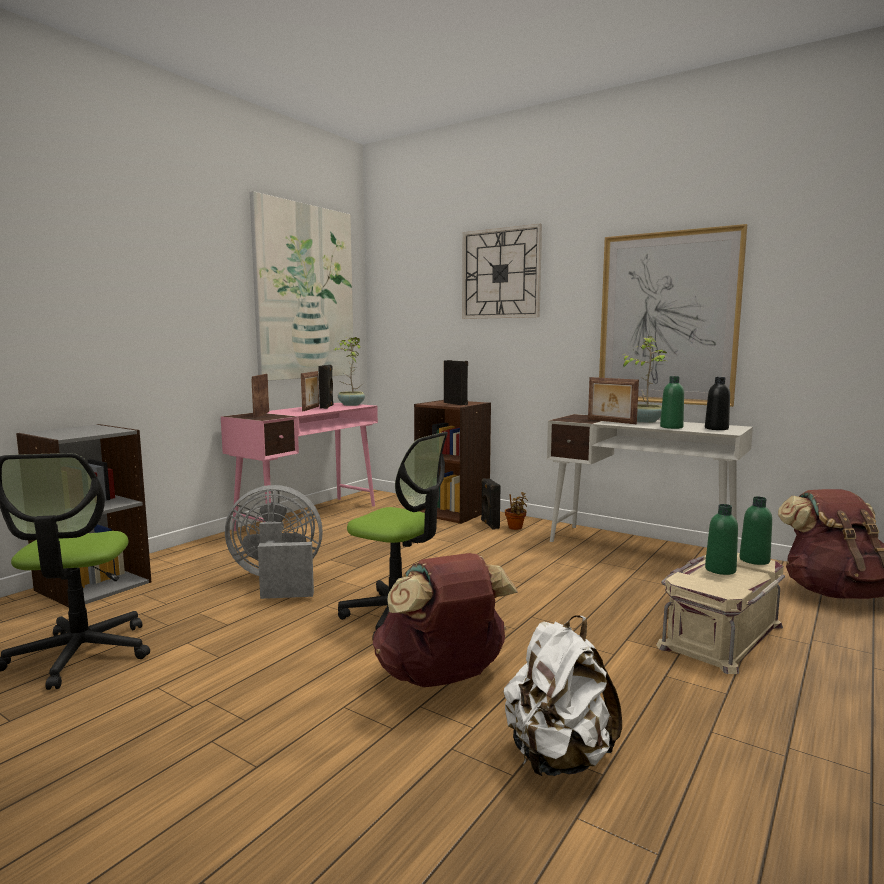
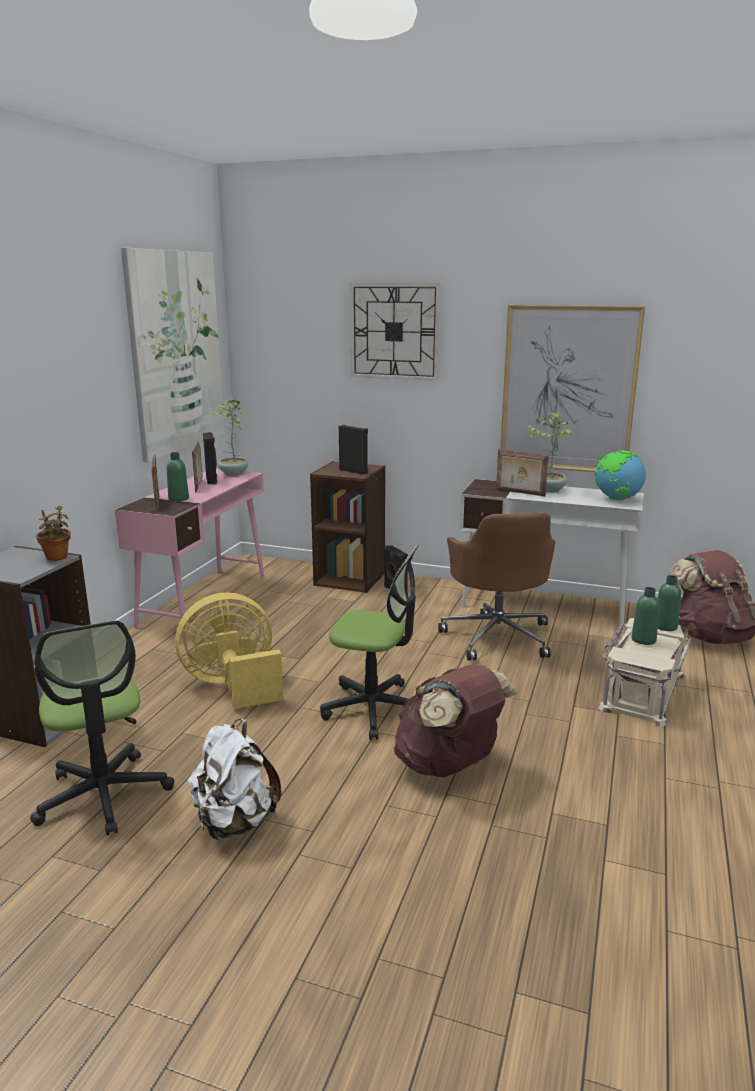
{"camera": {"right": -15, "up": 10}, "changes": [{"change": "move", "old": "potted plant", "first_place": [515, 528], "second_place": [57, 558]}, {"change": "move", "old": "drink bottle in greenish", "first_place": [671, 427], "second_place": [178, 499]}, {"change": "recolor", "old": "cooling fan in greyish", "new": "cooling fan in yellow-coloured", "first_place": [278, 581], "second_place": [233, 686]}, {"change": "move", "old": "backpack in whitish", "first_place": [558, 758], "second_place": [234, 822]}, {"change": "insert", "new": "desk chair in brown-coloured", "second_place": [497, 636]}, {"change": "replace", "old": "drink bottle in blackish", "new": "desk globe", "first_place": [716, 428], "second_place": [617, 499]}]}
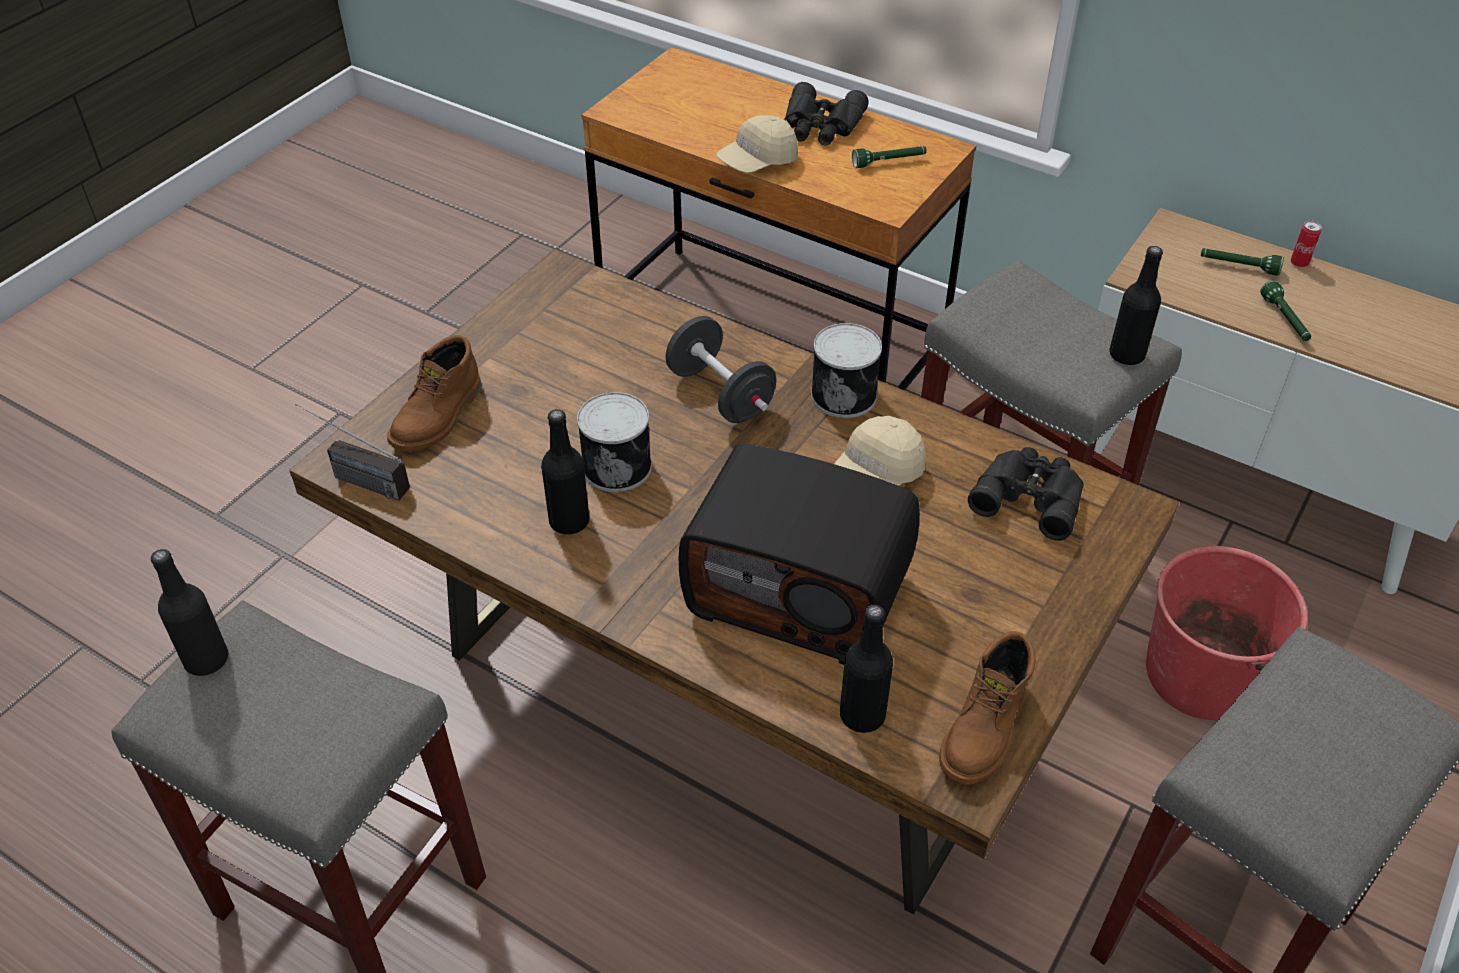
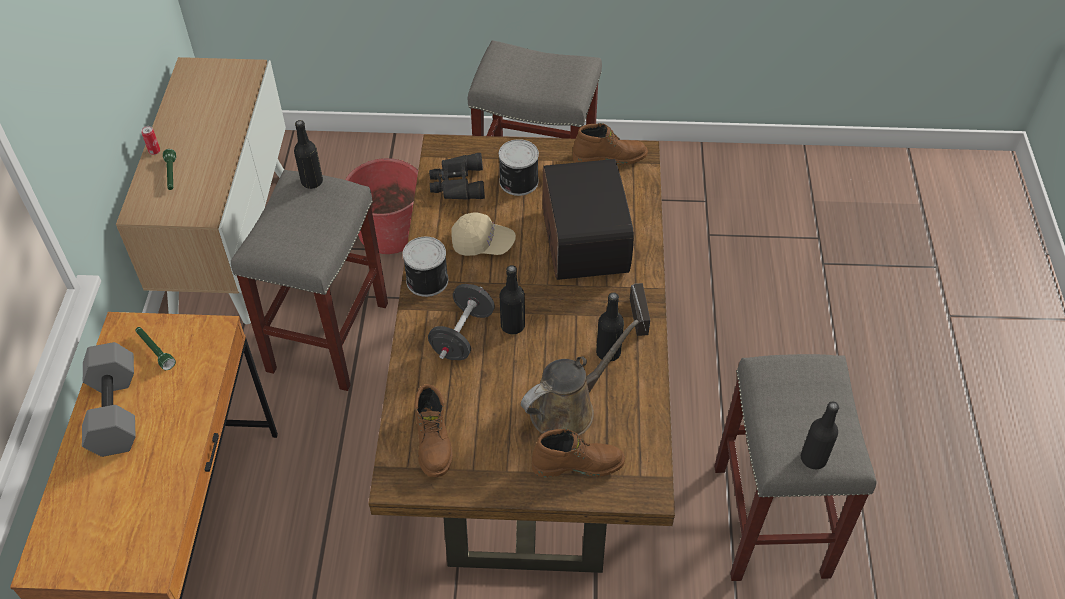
{"camera": {"right": -120, "up": 5}, "changes": [{"change": "replace", "old": "binoculars in blackish", "new": "hand weight in greyish", "first_place": [821, 125], "second_place": [117, 412]}, {"change": "insert", "new": "boot in brown-coloured", "second_place": [434, 441]}, {"change": "move", "old": "can", "first_place": [617, 465], "second_place": [517, 181]}, {"change": "move", "old": "drink bottle in blackish", "first_place": [862, 715], "second_place": [512, 326]}, {"change": "insert", "new": "watering pot in brown-coloured", "second_place": [568, 408]}, {"change": "move", "old": "radio", "first_place": [353, 478], "second_place": [642, 327]}, {"change": "delete", "old": "baseball cap in beige-coloured", "first_place": [757, 162]}, {"change": "delete", "old": "hand torch in greenish", "first_place": [1285, 320]}]}
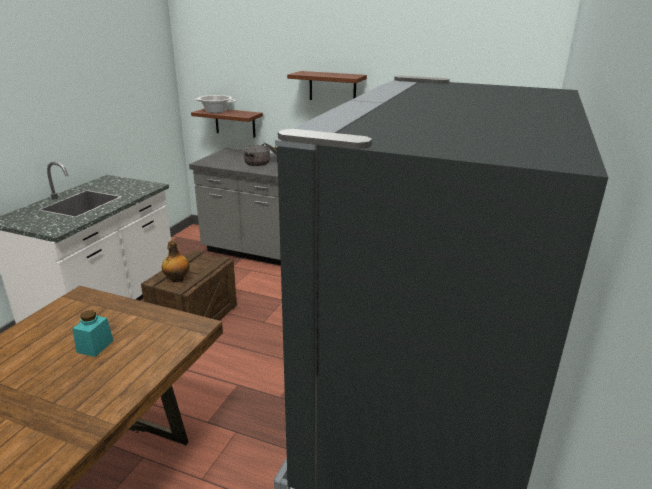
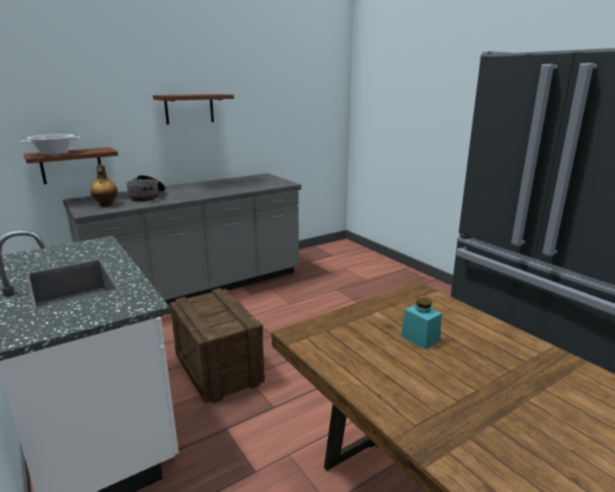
{"camera": {"right": -55, "up": -5}, "changes": [{"change": "move", "old": "drink bottle", "first_place": [177, 279], "second_place": [106, 204]}]}
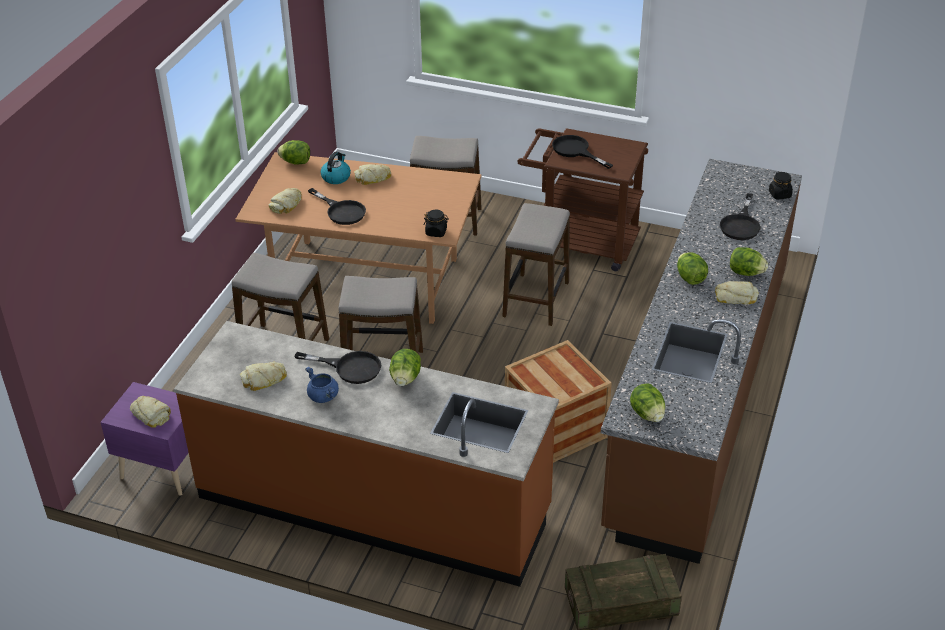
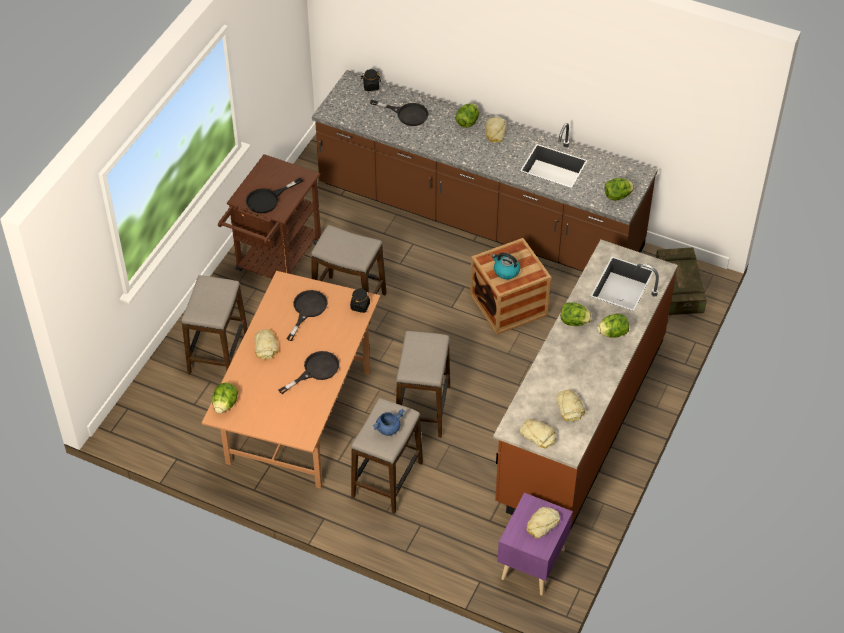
{"camera": {"right": -85, "up": 10}, "changes": [{"change": "move", "old": "pan in blackish", "first_place": [350, 368], "second_place": [307, 310]}, {"change": "move", "old": "saucepot in bluish", "first_place": [323, 396], "second_place": [388, 428]}, {"change": "move", "old": "water kettle", "first_place": [336, 177], "second_place": [506, 271]}, {"change": "move", "old": "bread", "first_place": [286, 204], "second_place": [538, 435]}, {"change": "move", "old": "lettuce head", "first_place": [690, 278], "second_place": [613, 333]}]}
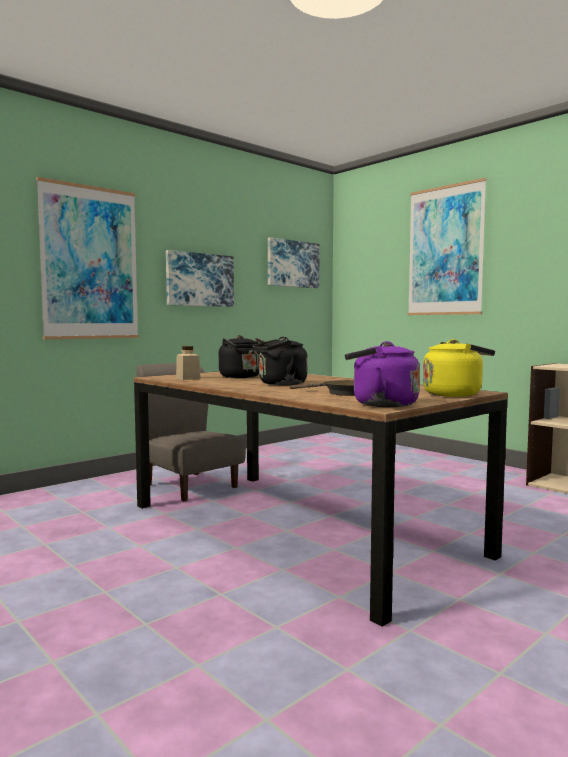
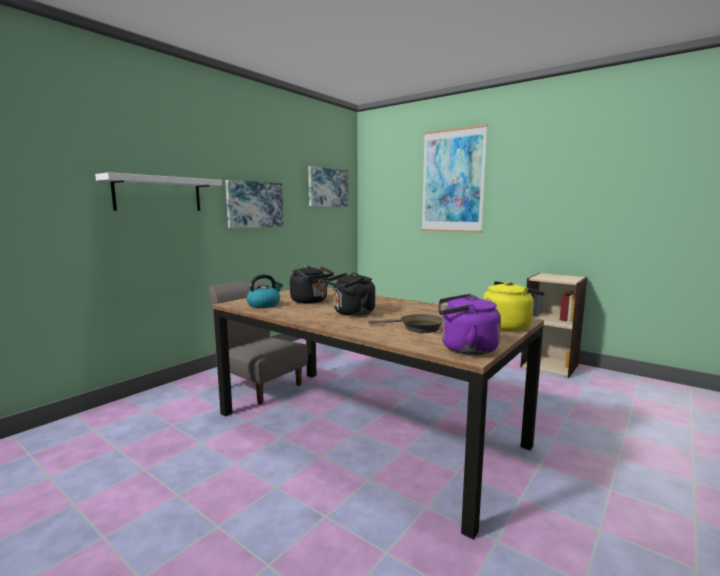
{"camera": {"right": -10, "up": 5}, "changes": [{"change": "replace", "old": "wall picture", "new": "wall shelf in whitish", "first_place": [90, 263], "second_place": [158, 194]}, {"change": "replace", "old": "jar in beige-coloured", "new": "water kettle", "first_place": [188, 378], "second_place": [264, 305]}]}
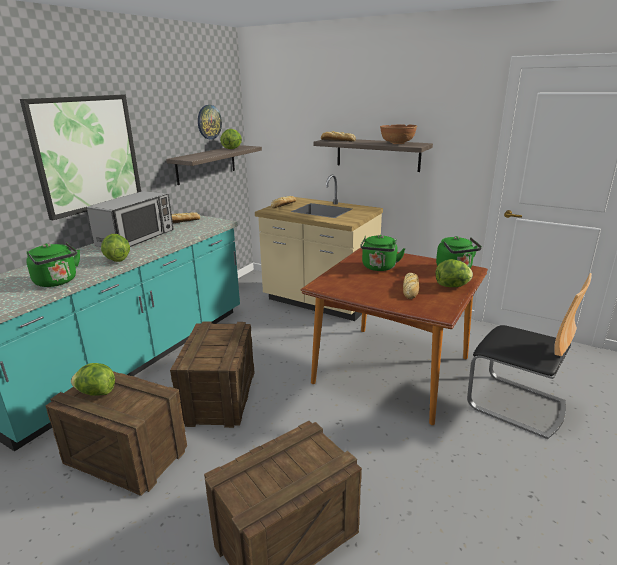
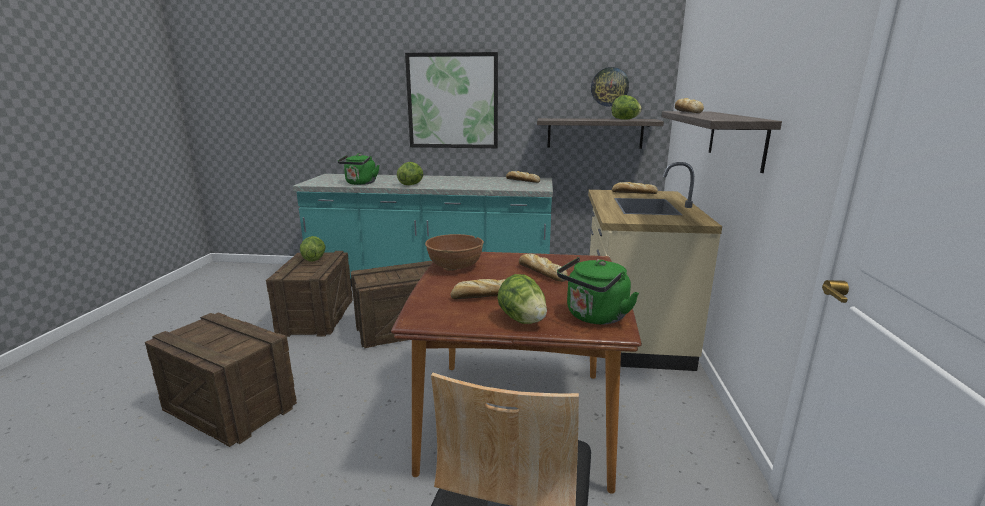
{"camera": {"right": 65, "up": -5}, "changes": [{"change": "move", "old": "bowl in brown-coloured", "first_place": [397, 143], "second_place": [455, 266]}, {"change": "replace", "old": "water kettle in greenish", "new": "bread", "first_place": [379, 268], "second_place": [541, 272]}, {"change": "delete", "old": "microwave oven", "first_place": [136, 238]}]}
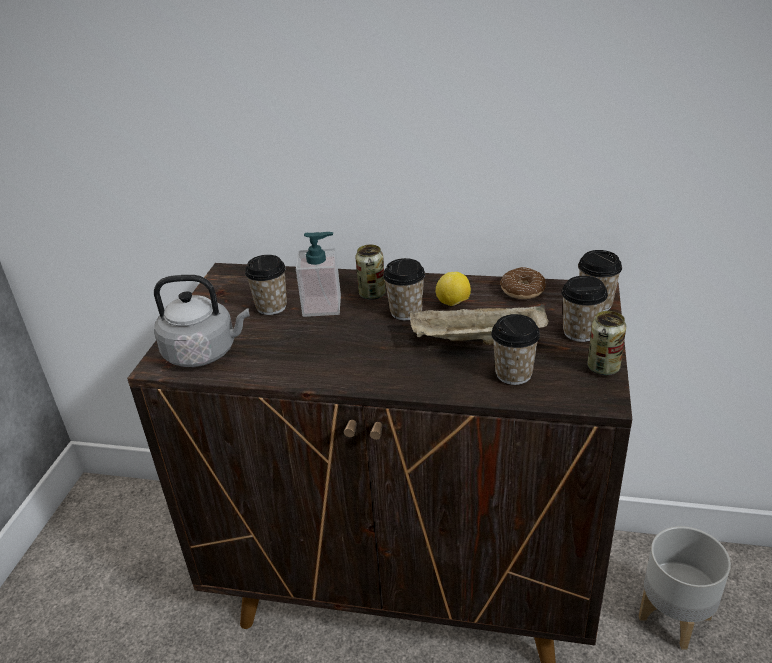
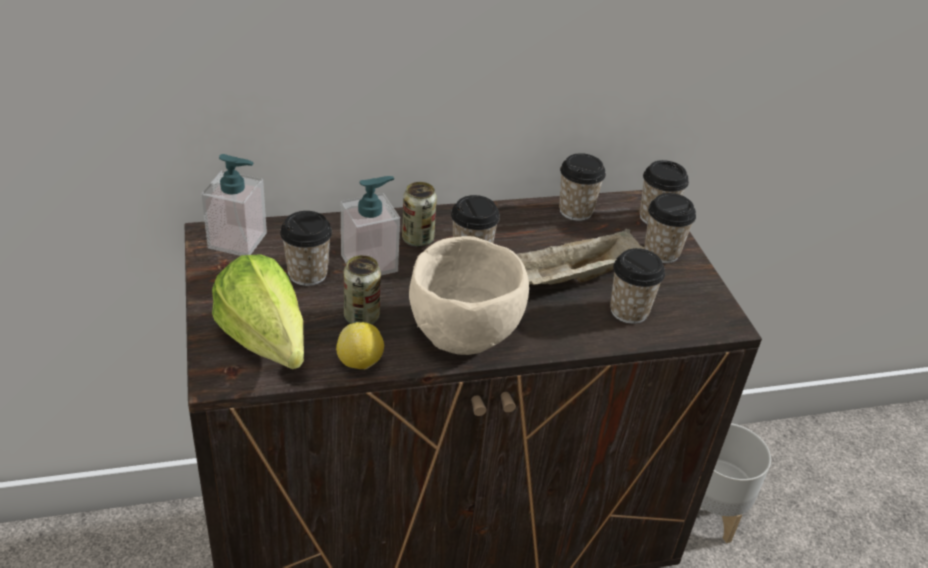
{"camera": {"right": -30, "up": 5}, "changes": [{"change": "insert", "new": "soap bottle", "second_place": [238, 240]}, {"change": "replace", "old": "water kettle in greyish", "new": "lettuce head", "first_place": [204, 353], "second_place": [267, 349]}, {"change": "move", "old": "lemon", "first_place": [453, 304], "second_place": [360, 363]}, {"change": "move", "old": "can", "first_place": [603, 367], "second_place": [361, 317]}, {"change": "insert", "new": "bowl in beige-coloured", "second_place": [465, 331]}, {"change": "replace", "old": "doughnut", "new": "drinking cup", "first_place": [522, 290], "second_place": [575, 211]}]}
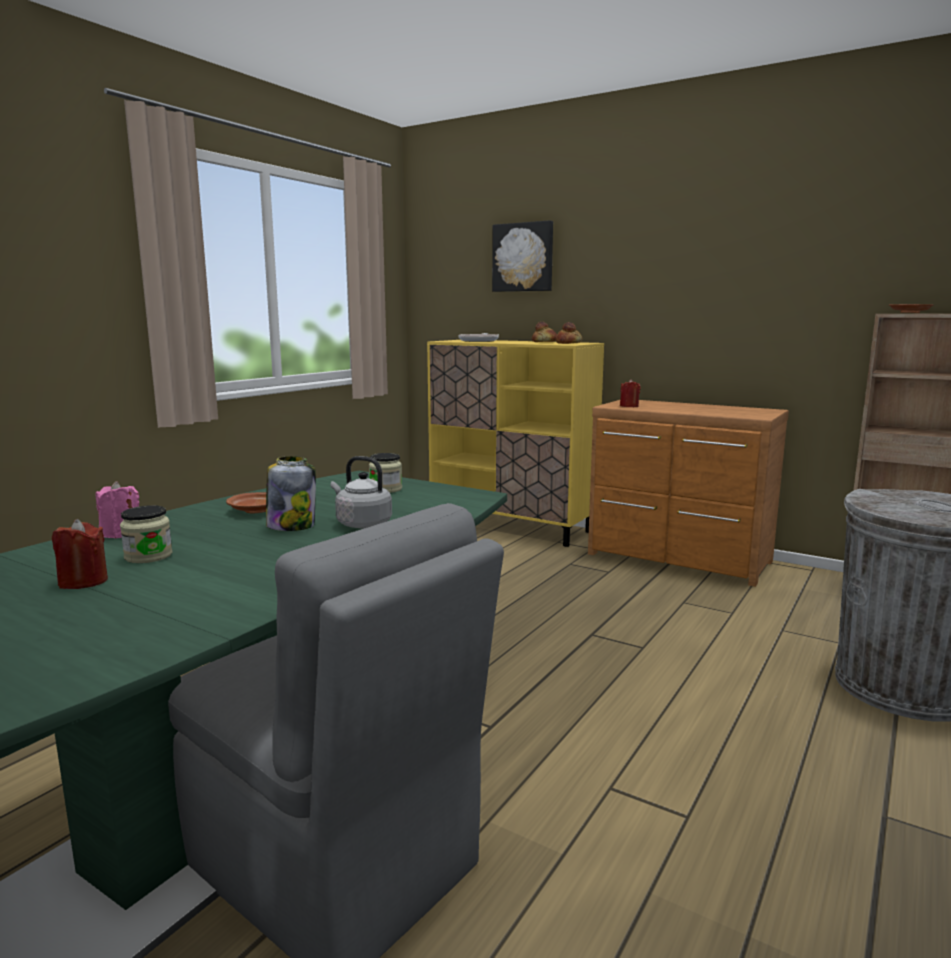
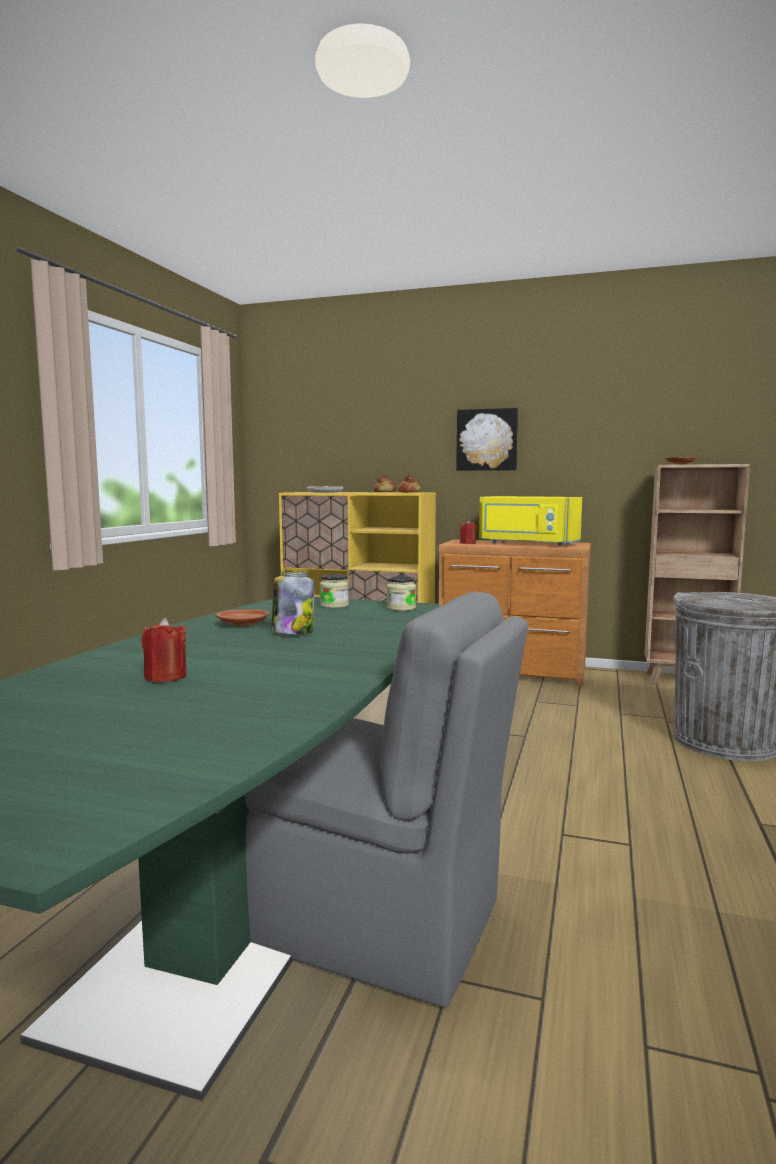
{"camera": {"right": -15, "up": -5}, "changes": [{"change": "move", "old": "jar", "first_place": [148, 556], "second_place": [401, 608]}, {"change": "move", "old": "wall picture", "first_place": [523, 257], "second_place": [487, 440]}, {"change": "insert", "new": "microwave oven in yellow-coloured", "second_place": [527, 544]}, {"change": "delete", "old": "wax candle in pink", "first_place": [120, 533]}, {"change": "delete", "old": "water kettle in greyish", "first_place": [361, 524]}]}
